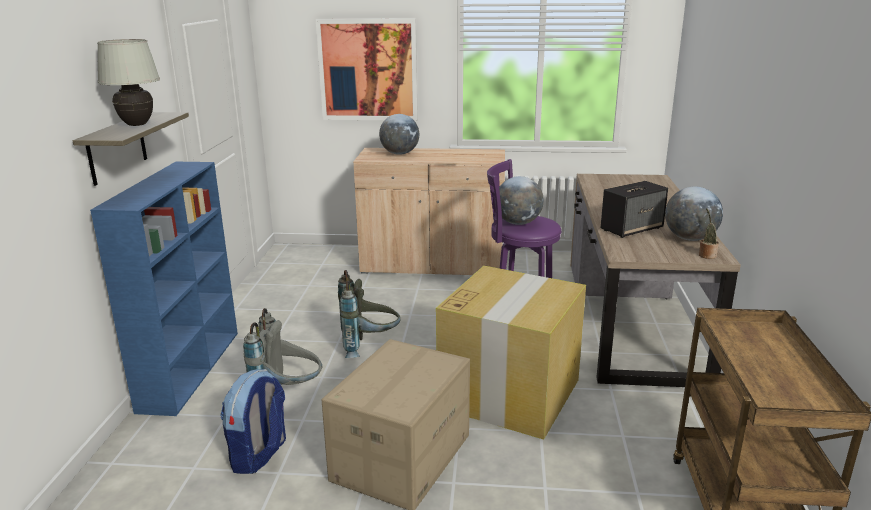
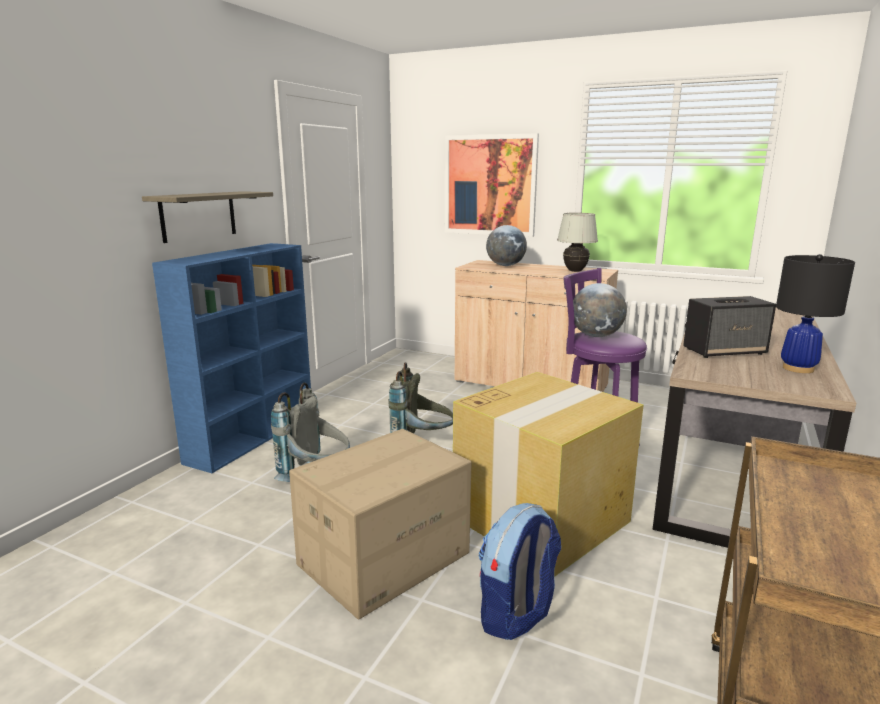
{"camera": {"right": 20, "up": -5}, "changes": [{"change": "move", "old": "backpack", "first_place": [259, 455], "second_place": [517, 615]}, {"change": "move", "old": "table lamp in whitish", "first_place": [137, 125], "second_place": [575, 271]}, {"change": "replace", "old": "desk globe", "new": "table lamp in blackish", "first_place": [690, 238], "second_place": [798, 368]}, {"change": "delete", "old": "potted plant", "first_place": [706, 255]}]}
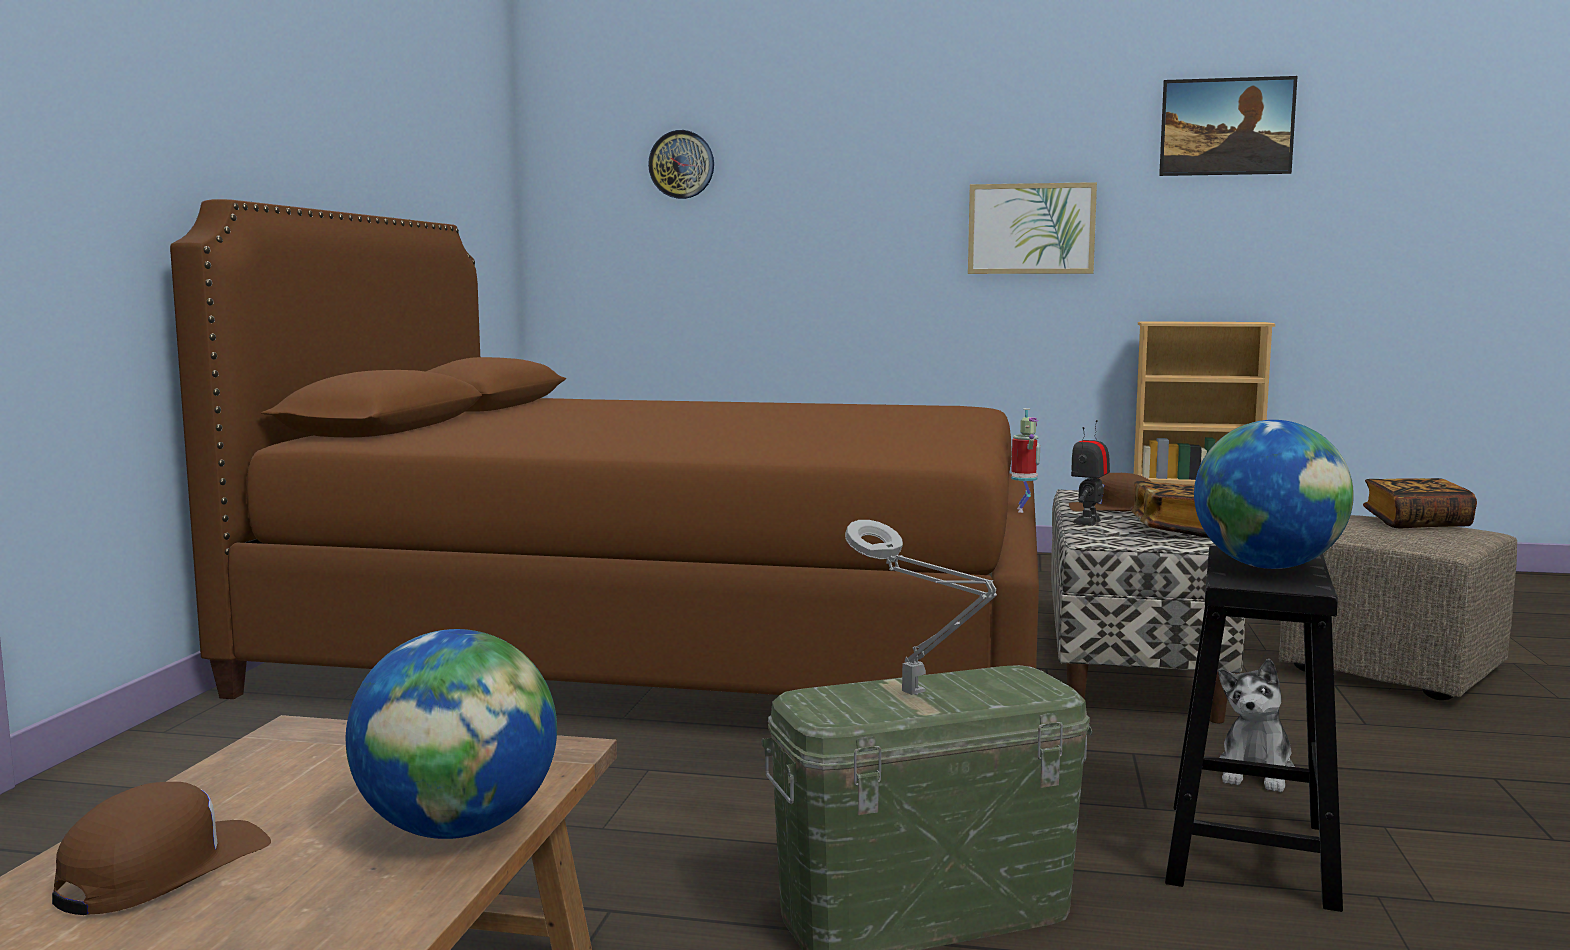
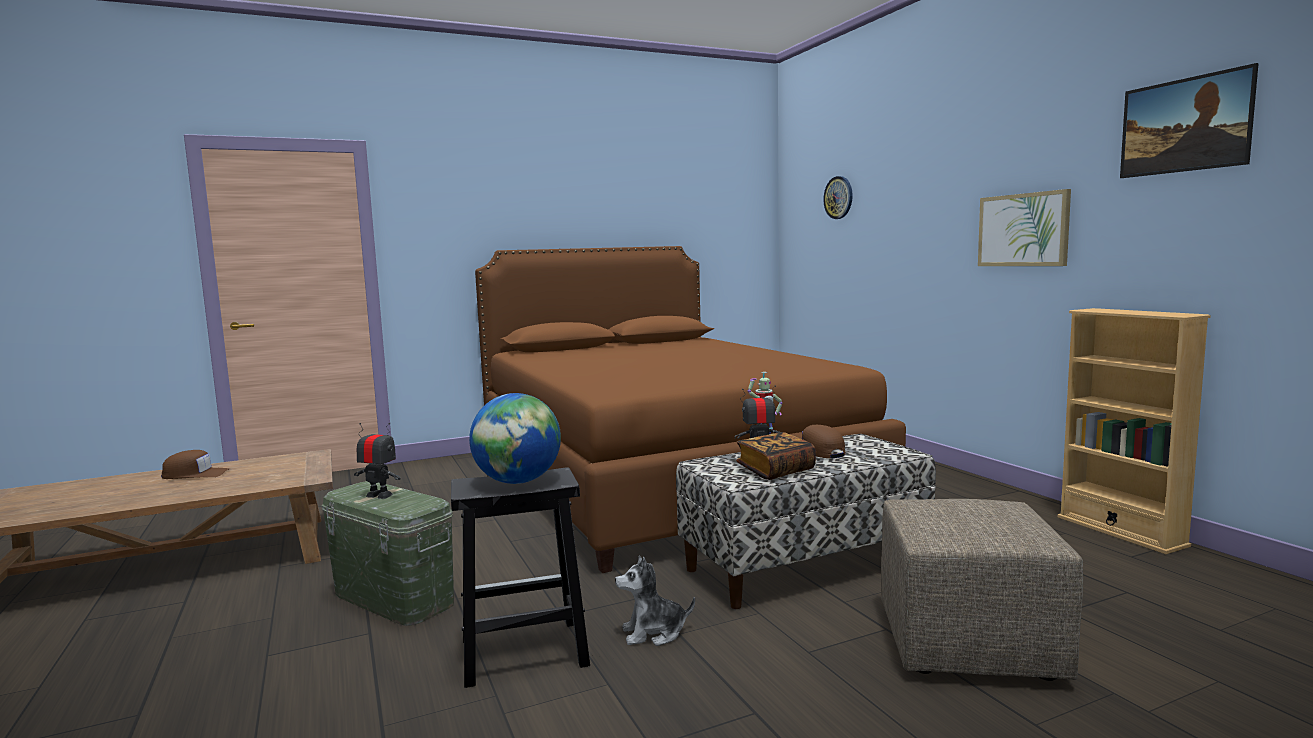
{"camera": {"right": 55, "up": 0}, "changes": [{"change": "replace", "old": "table lamp in greyish", "new": "toy robot", "first_place": [918, 695], "second_place": [379, 495]}, {"change": "delete", "old": "desk globe", "first_place": [458, 829]}, {"change": "delete", "old": "book", "first_place": [1416, 523]}]}
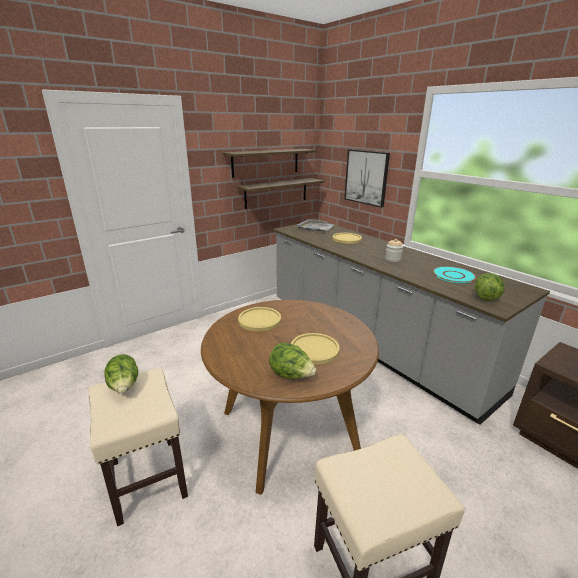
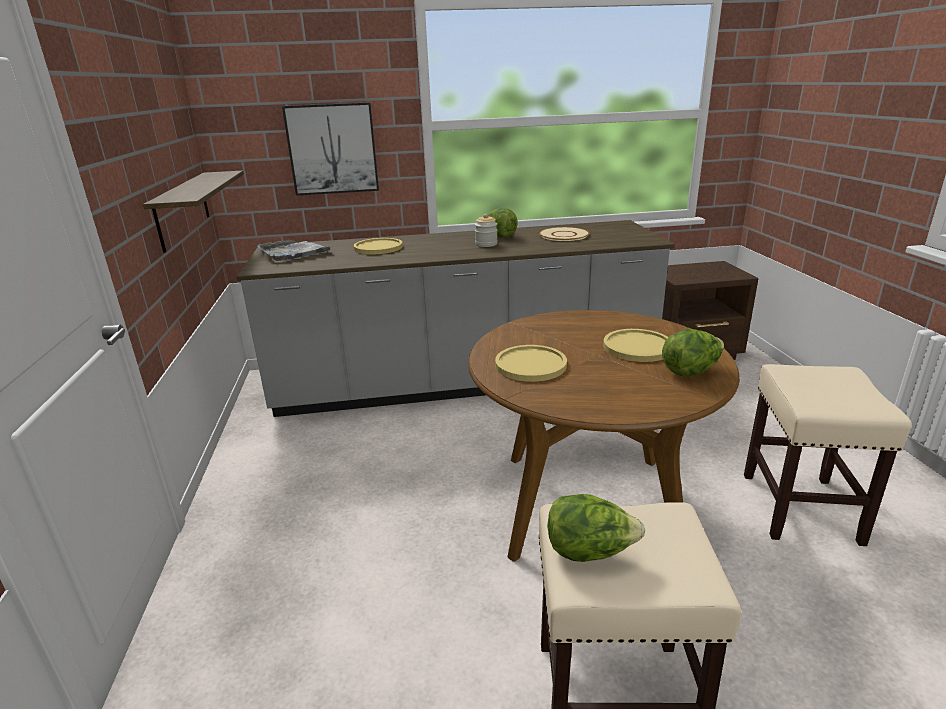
{"camera": {"right": -60, "up": 0}, "changes": [{"change": "move", "old": "lettuce head", "first_place": [486, 297], "second_place": [500, 236]}, {"change": "recolor", "old": "dinner plate in turquoise", "new": "dinner plate in beige-coloured", "first_place": [453, 275], "second_place": [563, 235]}, {"change": "delete", "old": "wall shelf", "first_place": [266, 162]}]}
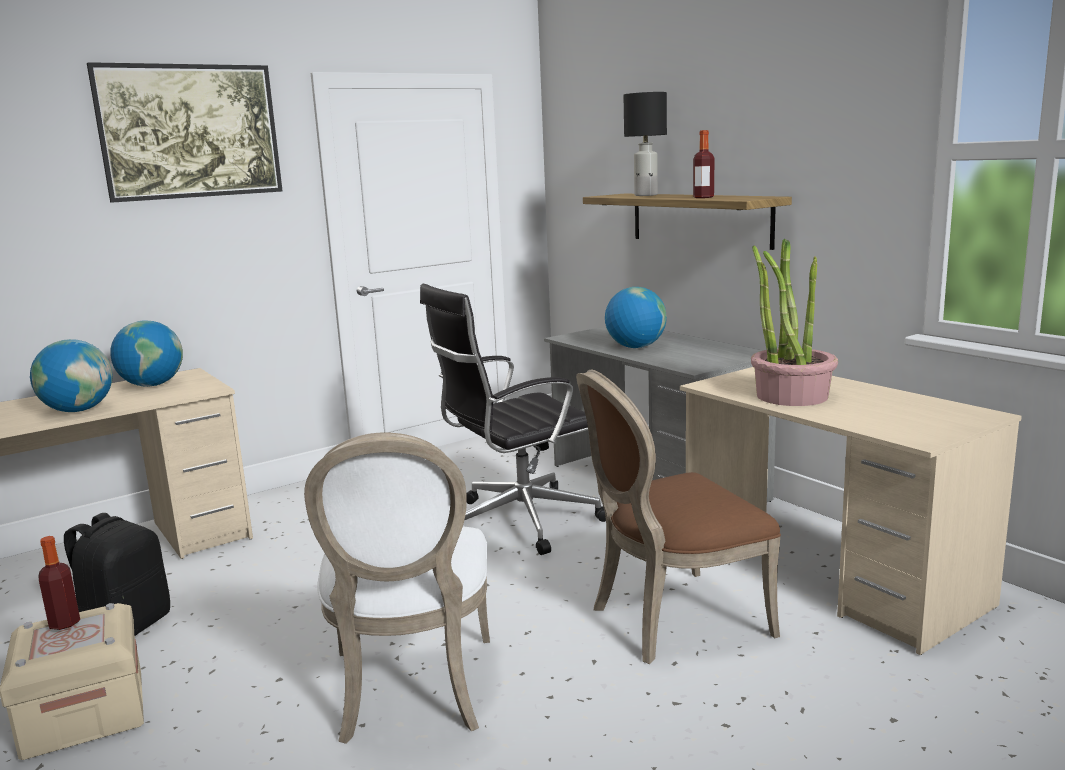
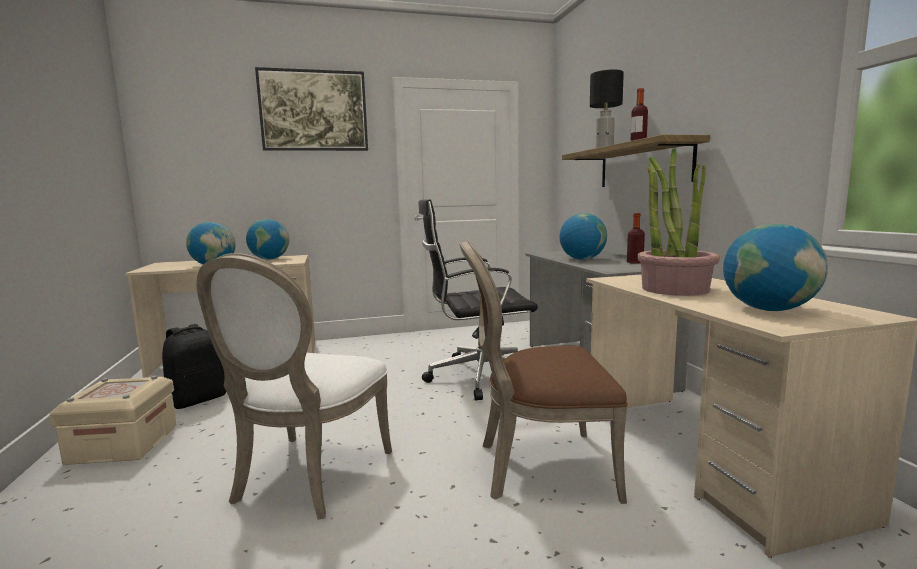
{"camera": {"right": 20, "up": -5}, "changes": [{"change": "move", "old": "drink bottle", "first_place": [64, 623], "second_place": [635, 262]}, {"change": "insert", "new": "desk globe", "second_place": [768, 309]}]}
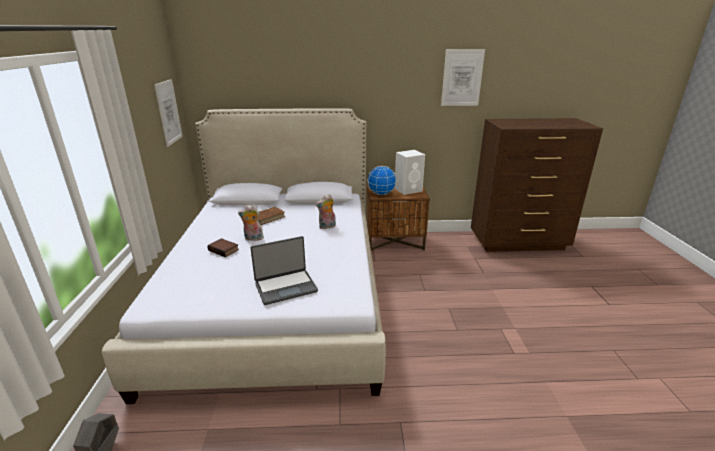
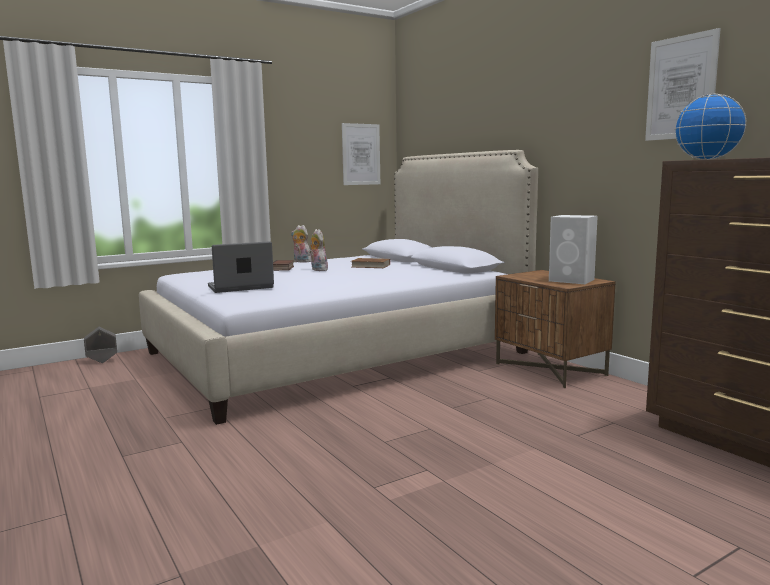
{"camera": {"right": 60, "up": -15}, "changes": [{"change": "rotate", "old": "notebook computer", "first_place": [285, 287], "second_place": [240, 287], "degrees": 120}, {"change": "move", "old": "cuddly toy", "first_place": [327, 227], "second_place": [301, 261]}, {"change": "move", "old": "desk globe", "first_place": [381, 194], "second_place": [707, 159]}]}
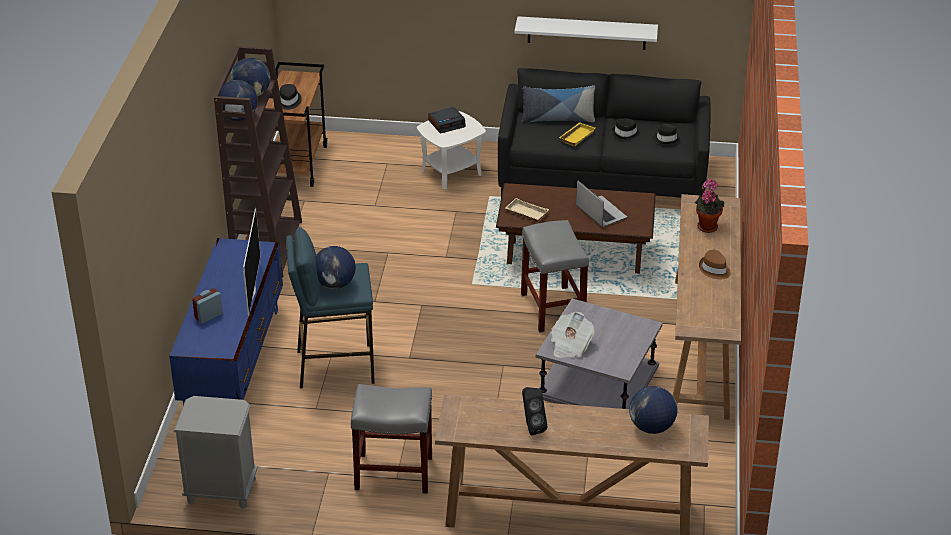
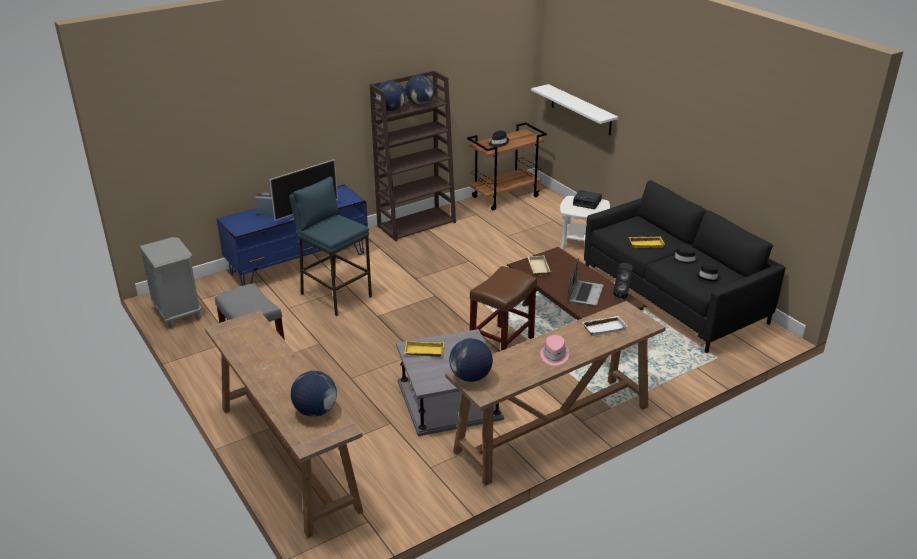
{"camera": {"right": 50, "up": -5}, "changes": [{"change": "replace", "old": "daily paper", "new": "carrying tray in yellow-coloured", "first_place": [570, 345], "second_place": [423, 352]}, {"change": "move", "old": "desk globe", "first_place": [335, 284], "second_place": [470, 377]}, {"change": "recolor", "old": "stool seat in greyish", "new": "stool seat in brown-coloured", "first_place": [553, 309], "second_place": [501, 345]}, {"change": "move", "old": "wall shelf in whitish", "first_place": [586, 33], "second_place": [581, 110]}, {"change": "recolor", "old": "hat in brown-coloured", "new": "hat in pink", "first_place": [714, 270], "second_place": [554, 355]}, {"change": "replace", "old": "potted plant", "new": "carrying tray in whitish", "first_place": [706, 226], "second_place": [604, 327]}, {"change": "move", "old": "audio speaker in blackish", "first_place": [531, 427], "second_place": [623, 294]}, {"change": "delete", "old": "cushion", "first_place": [558, 119]}]}
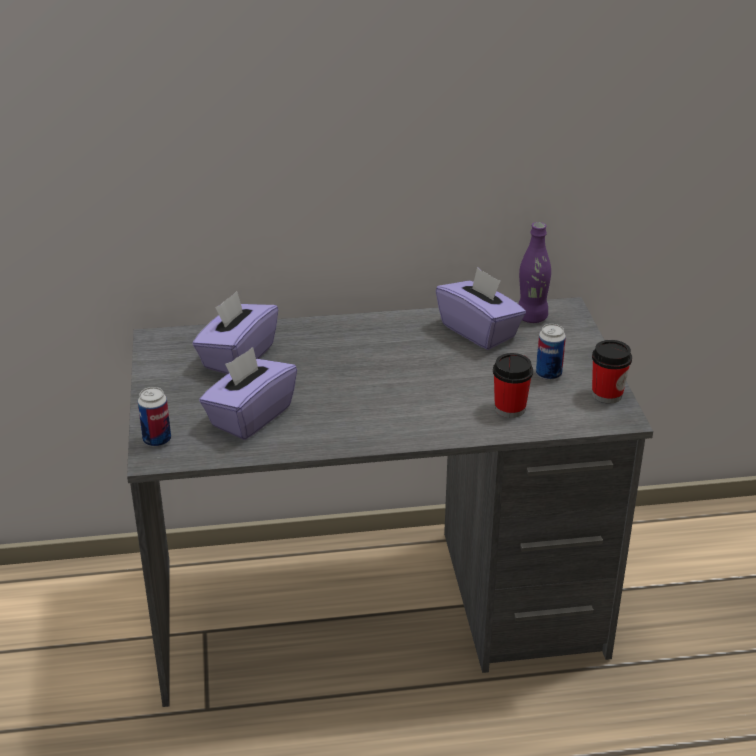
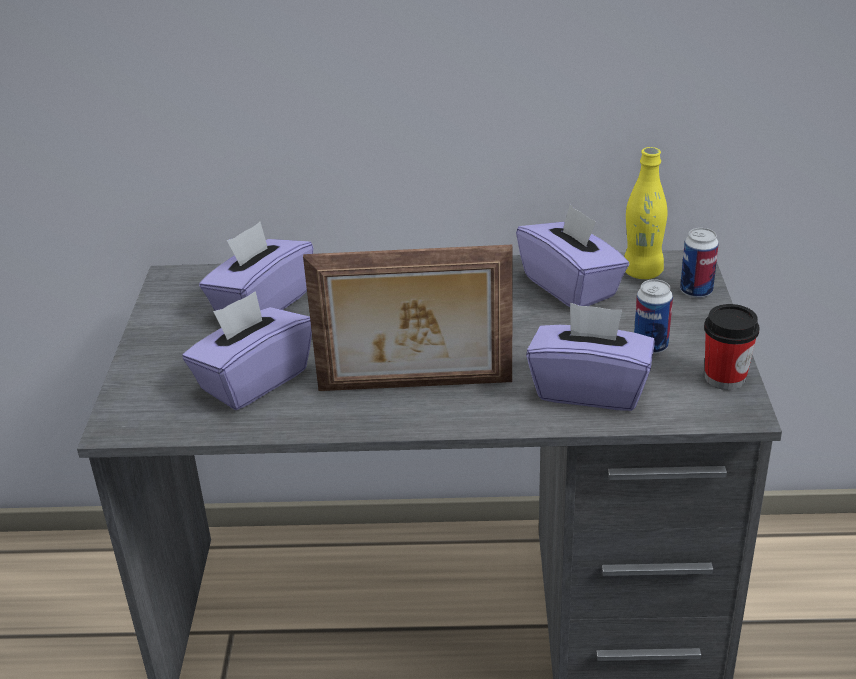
{"camera": {"right": 10, "up": 0}, "changes": [{"change": "insert", "new": "standing frame", "second_place": [415, 387]}, {"change": "replace", "old": "drinking cup", "new": "tissue holder in purplish", "first_place": [510, 409], "second_place": [589, 389]}, {"change": "recolor", "old": "drink bottle in purplish", "new": "drink bottle in yellow-coloured", "first_place": [531, 317], "second_place": [642, 272]}, {"change": "move", "old": "can", "first_place": [157, 440], "second_place": [696, 291]}]}
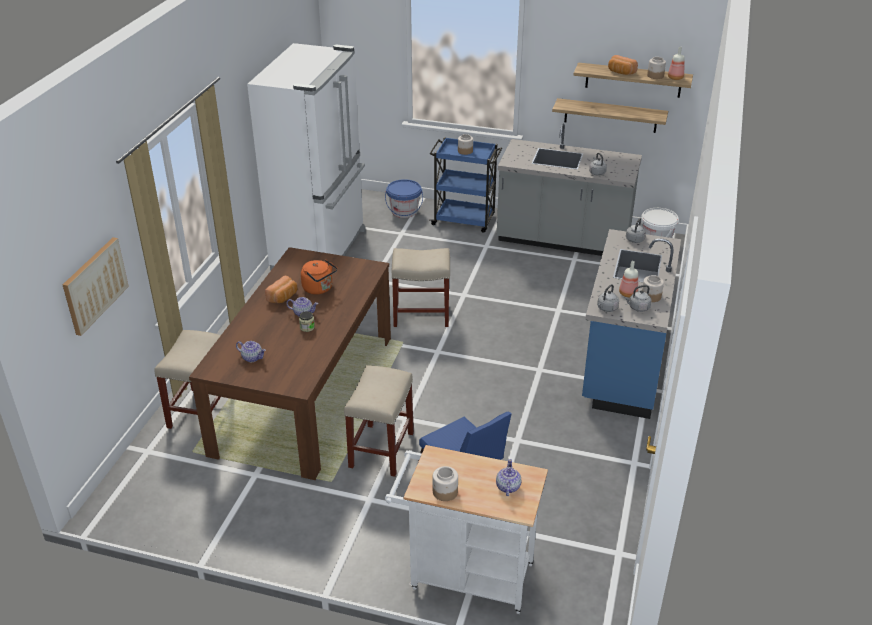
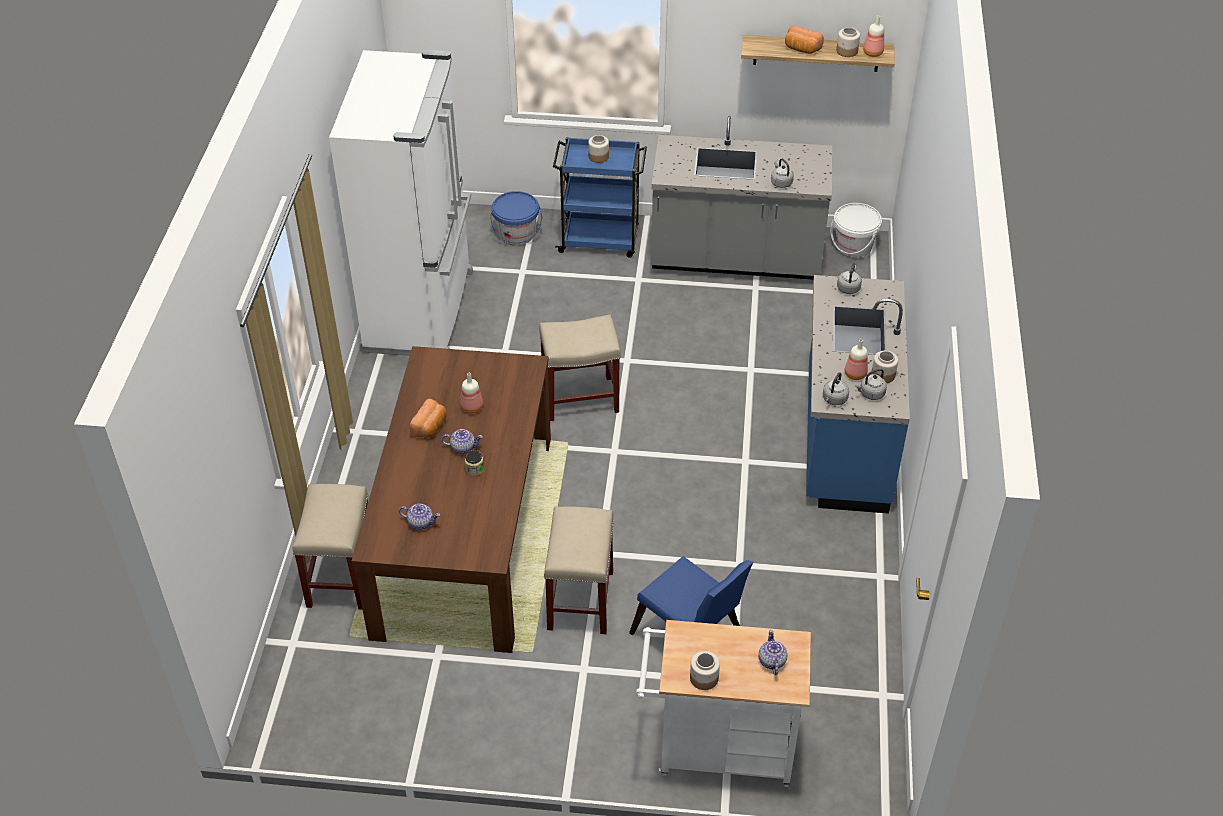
{"camera": {"right": -10, "up": 10}, "changes": [{"change": "replace", "old": "water kettle in orangey", "new": "drink bottle", "first_place": [319, 289], "second_place": [472, 408]}, {"change": "delete", "old": "wall picture", "first_place": [94, 285]}, {"change": "delete", "old": "wall shelf", "first_place": [610, 115]}]}
